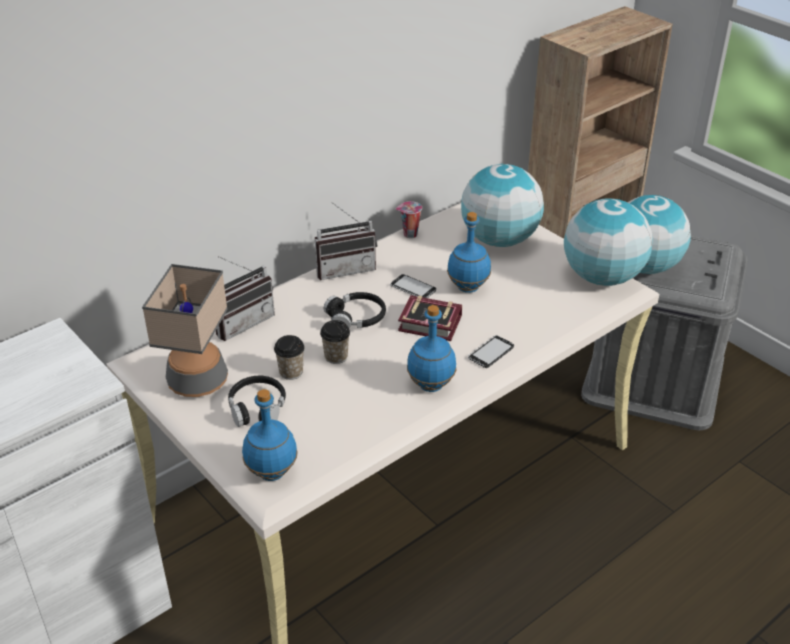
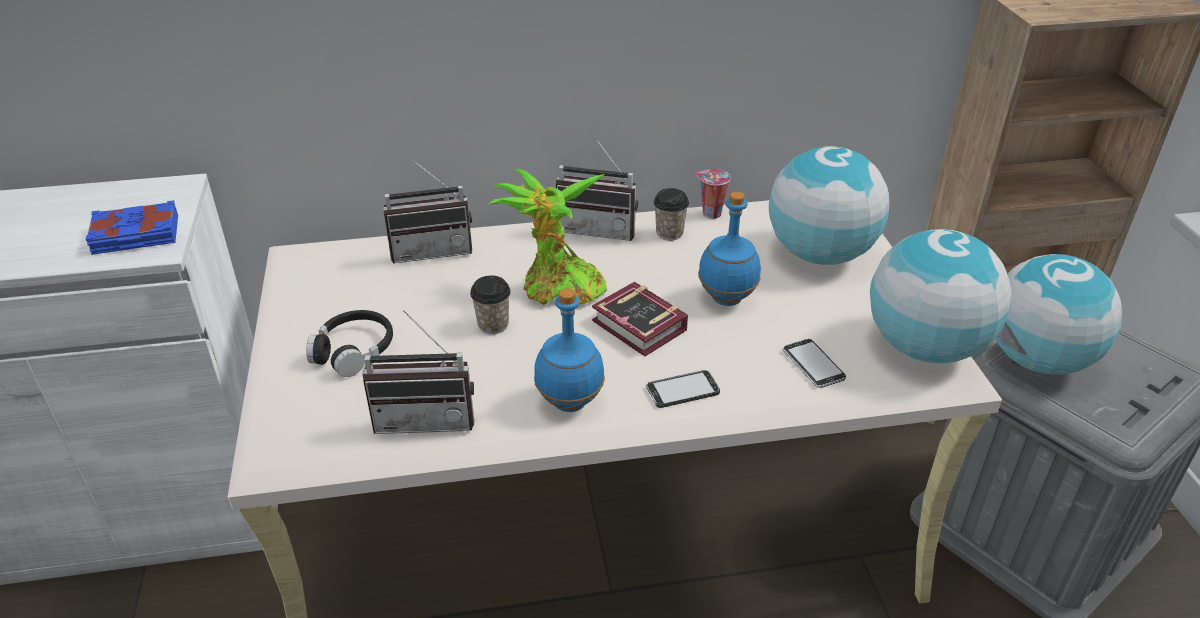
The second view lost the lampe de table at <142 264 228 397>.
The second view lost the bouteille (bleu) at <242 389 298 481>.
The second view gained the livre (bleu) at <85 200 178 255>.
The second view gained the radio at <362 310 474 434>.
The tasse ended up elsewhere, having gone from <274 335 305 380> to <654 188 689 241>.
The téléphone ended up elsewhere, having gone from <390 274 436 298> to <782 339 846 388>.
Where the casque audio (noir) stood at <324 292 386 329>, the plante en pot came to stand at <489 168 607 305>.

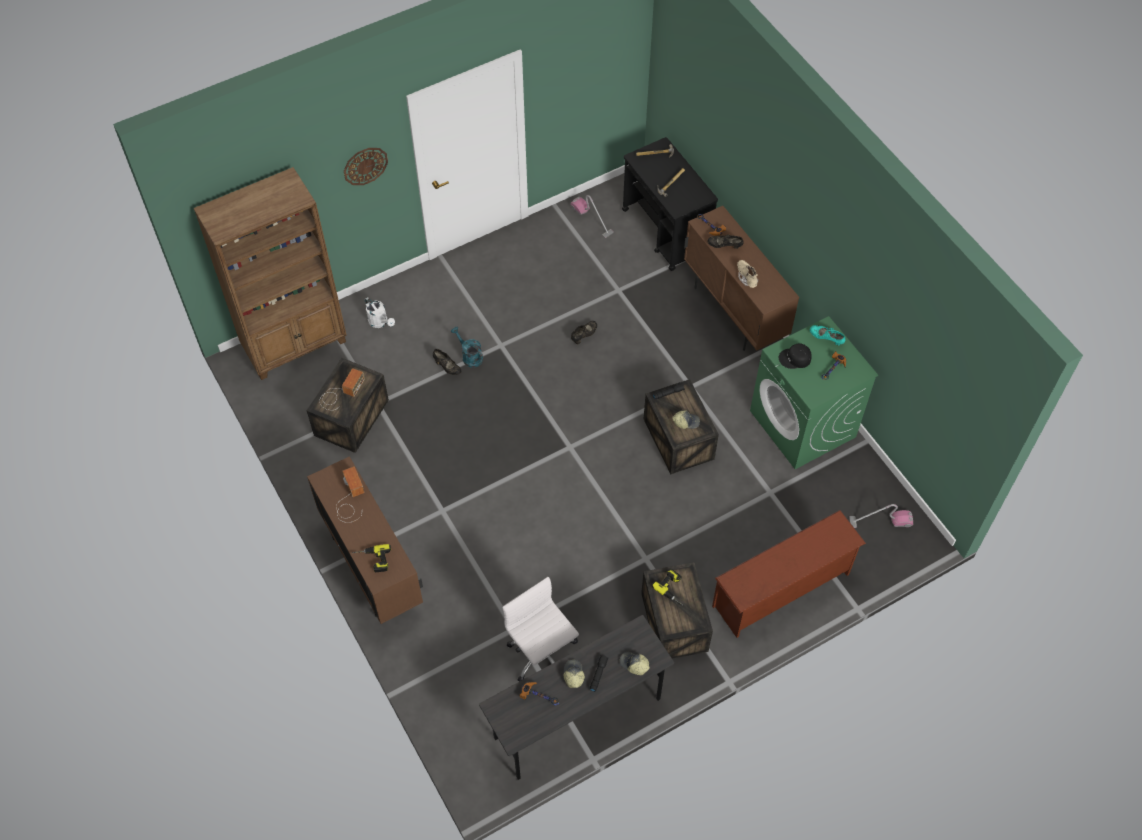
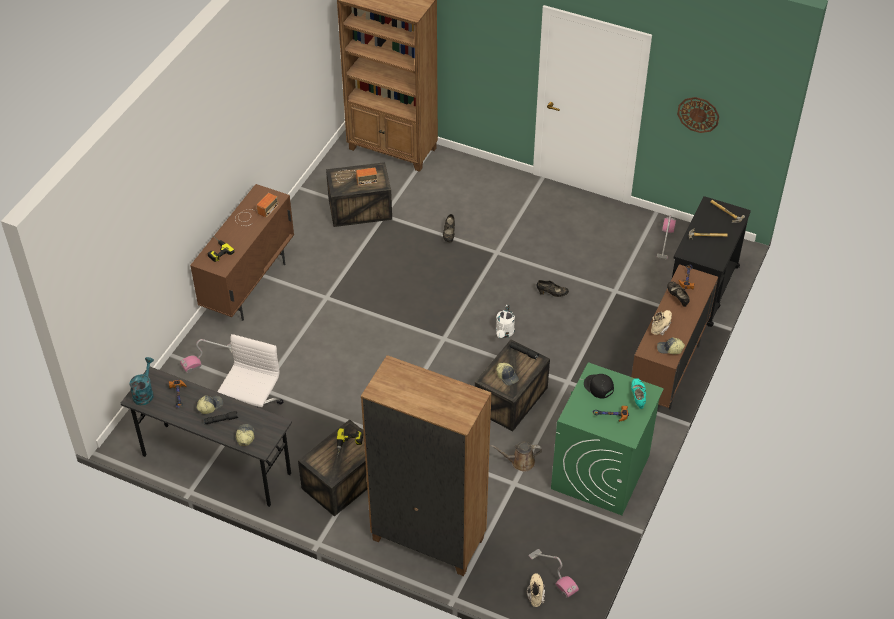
The second view gained the aspirateur at <180 339 232 373>.
The second view gained the arrosoir (marron) at <490 442 542 472>.
The second view gained the botte (beige) at <527 573 545 607>.
The second view gained the casquette at <657 337 685 354>.
The horloge murale ended up elsewhere, having gone from <344 148 388 185> to <677 97 719 133>.
The arrosoir (blanc) ended up elsewhere, having gone from <365 297 395 328> to <496 305 515 338>.
The arrosoir (turquoise) ended up elsewhere, having gone from <451 327 483 368> to <130 357 154 405>.
Where the étagère à chaussures (marron) stood at <712 510 866 638>, the bibliothèque (marron) came to stand at <361 355 491 576>.

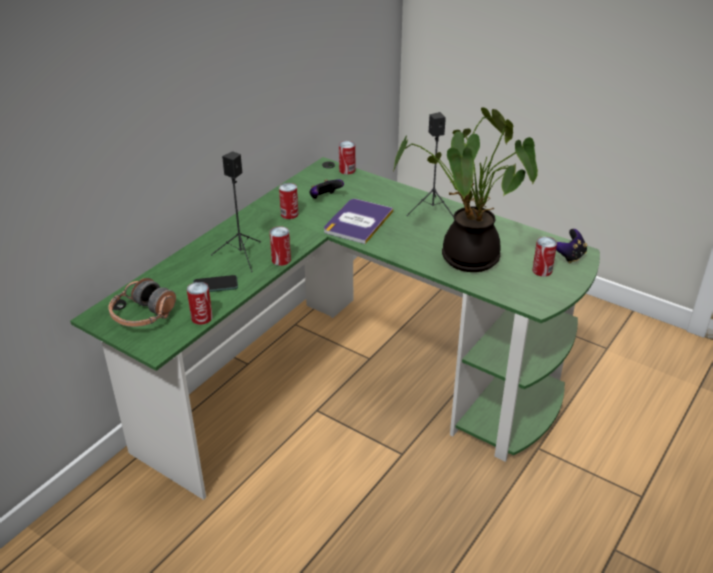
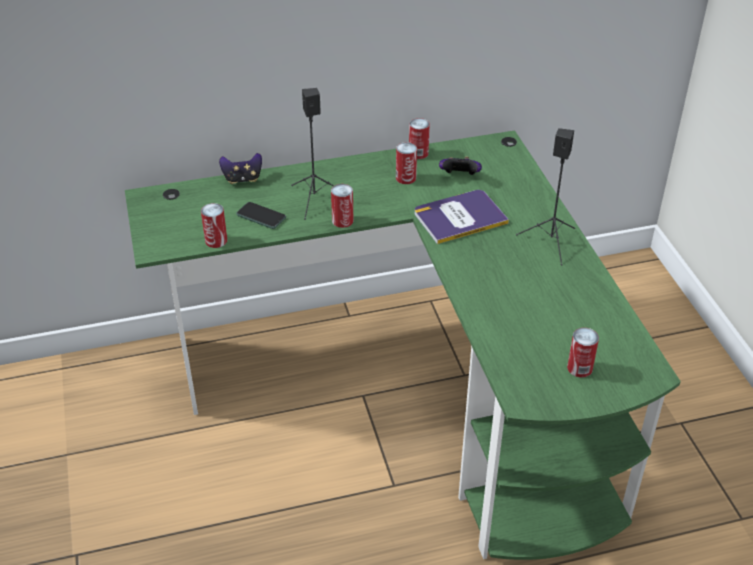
The second view lost the casque audio at <108 278 176 327>.
The second view lost the plante en pot at <393 107 538 272>.
The boîte métallique ended up elsewhere, having gone from <339 141 355 175> to <409 118 430 159>.
The manette ended up elsewhere, having gone from <556 229 587 263> to <219 153 262 184>.

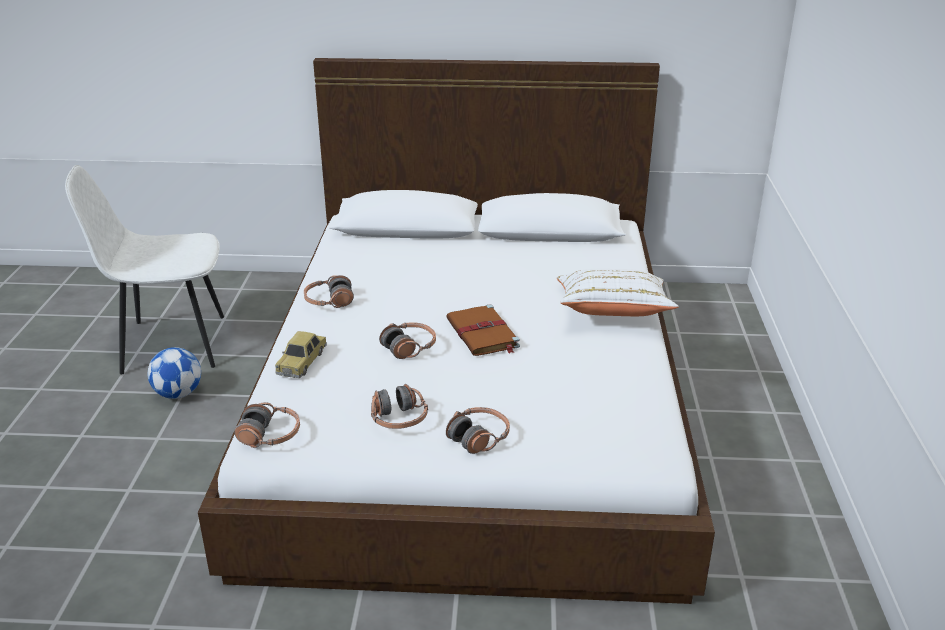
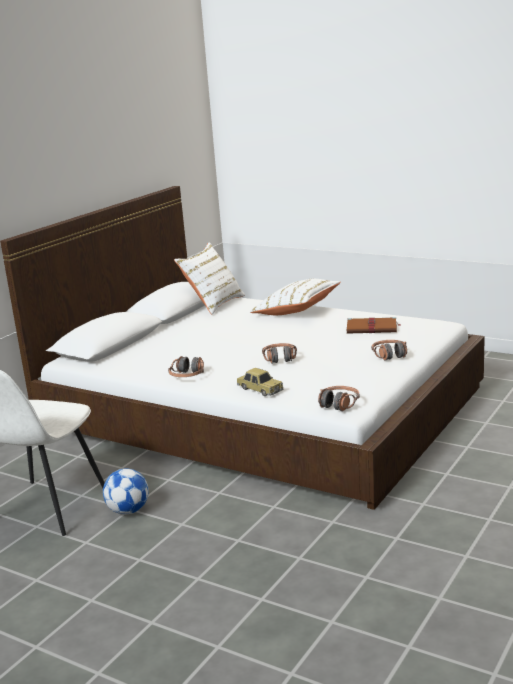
The second view lost the casque audio at <371 384 428 429>.
The second view gained the coussin (blanc) at <174 242 245 314>.
The livre (marron) ended up elsewhere, having gone from <446 304 520 356> to <347 317 401 333>.

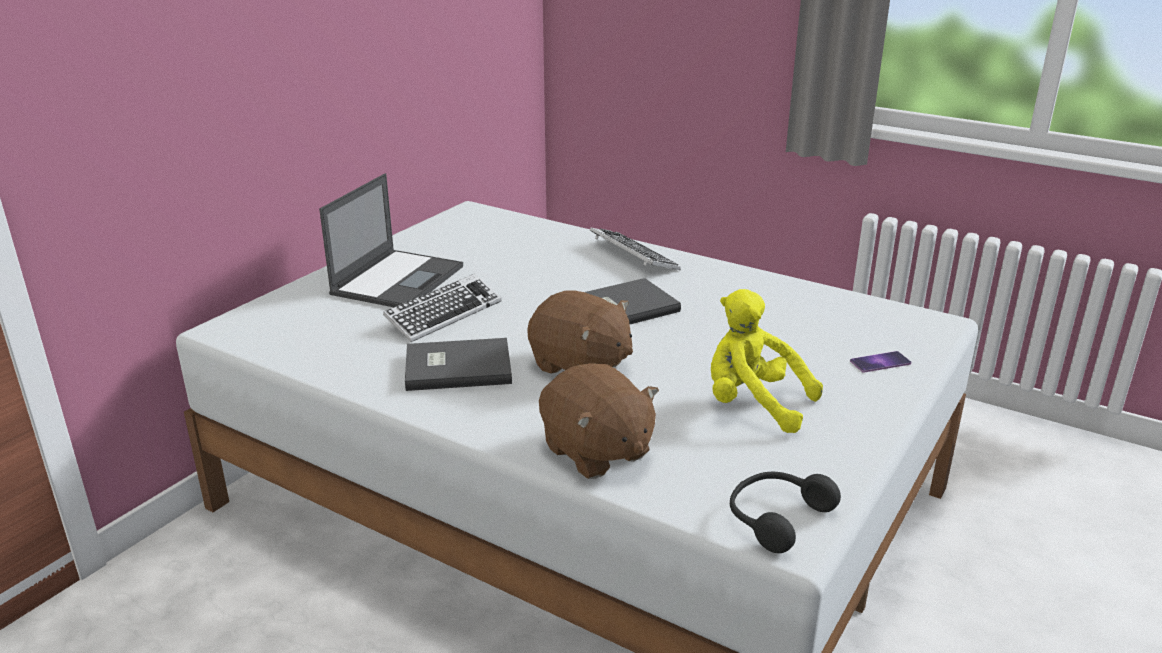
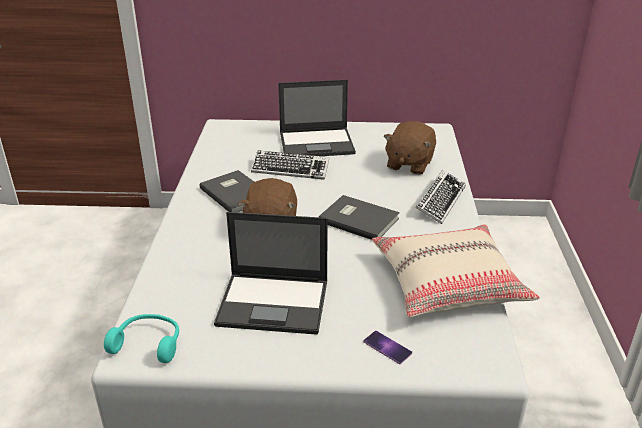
The second view gained the coussin (beige) at <372 224 540 317>.
The peluche (marron) ended up elsewhere, having gone from <539 363 659 479> to <384 121 436 175>.
Where the peluche (jaune) stood at <711 289 823 433>, the ordinateur portable came to stand at <214 212 328 335>.
What was the casque audio (noir) at <730 472 841 553> turned into the casque audio (turquoise) at <104 314 179 363>.

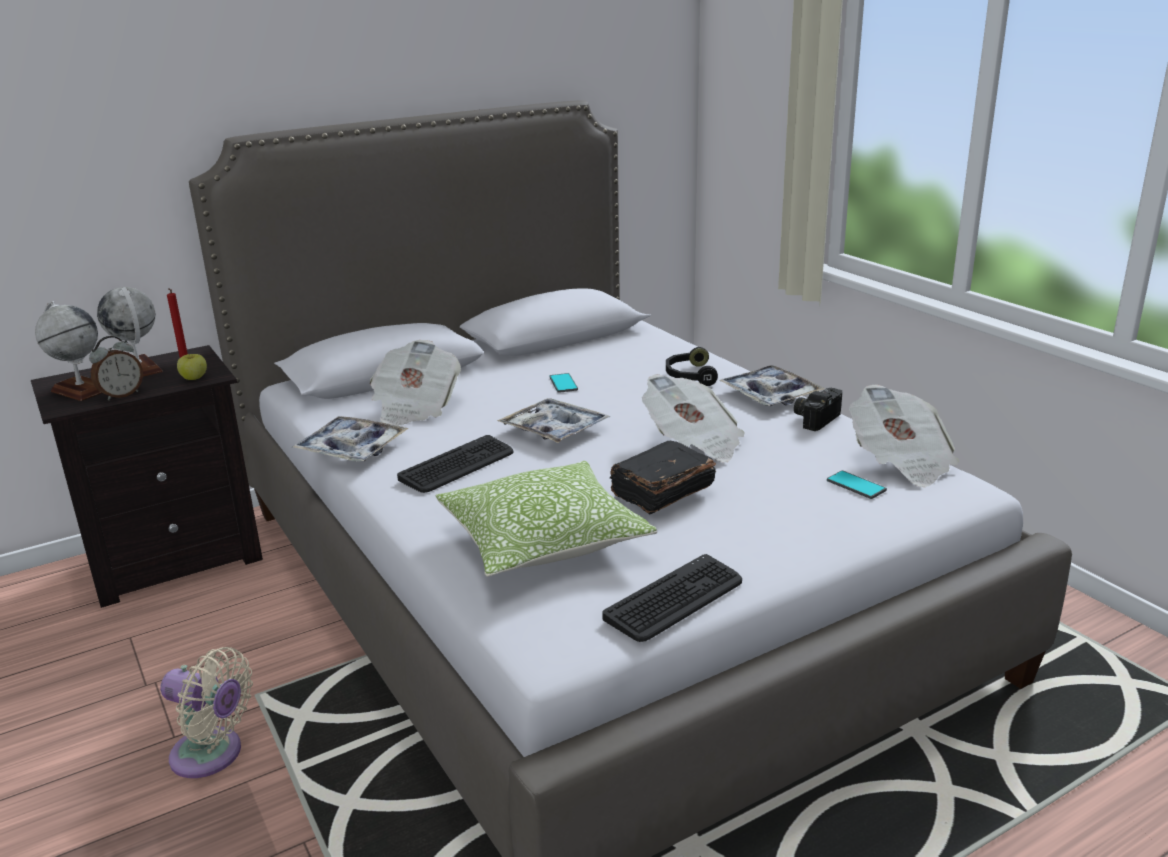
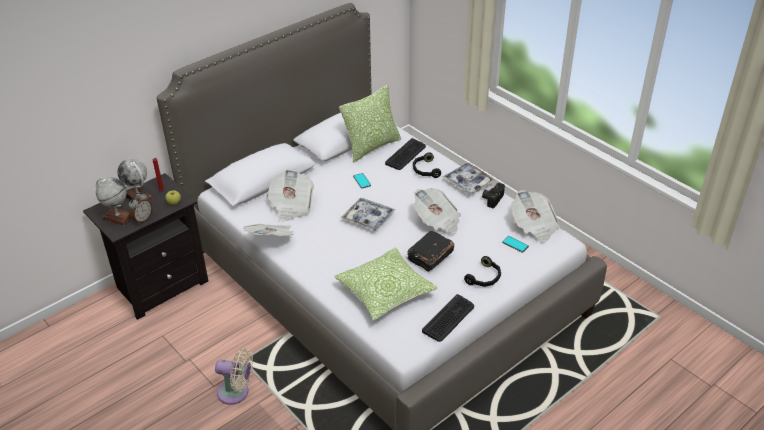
The second view gained the coussin at <339 85 401 163>.
The second view gained the casque audio (noir) at <464 256 501 287>.
The clavier ended up elsewhere, having gone from <397 435 514 493> to <385 138 426 170>.
Where the plateau stood at <291 416 408 462>, the journal came to stand at <243 224 293 236>.

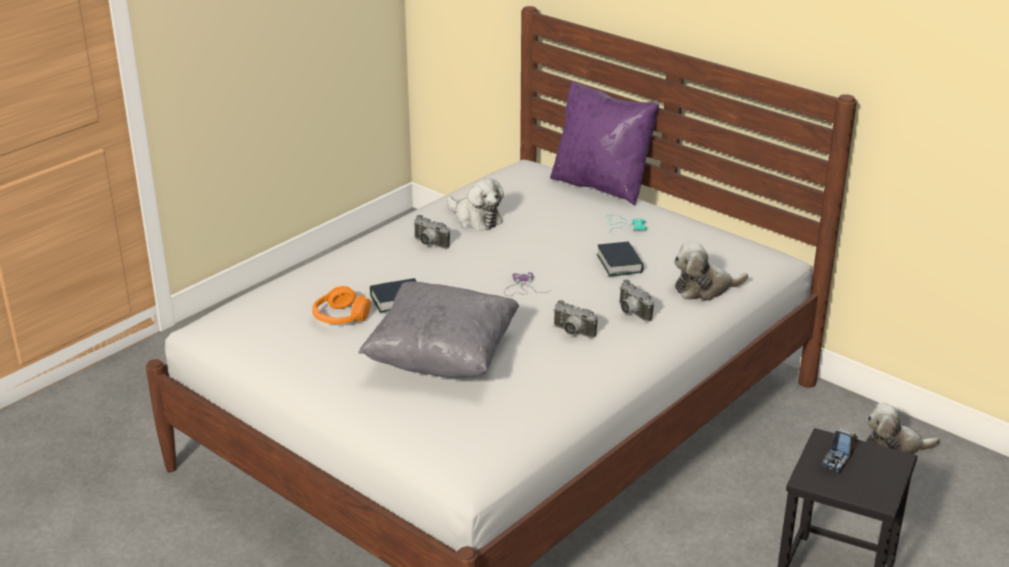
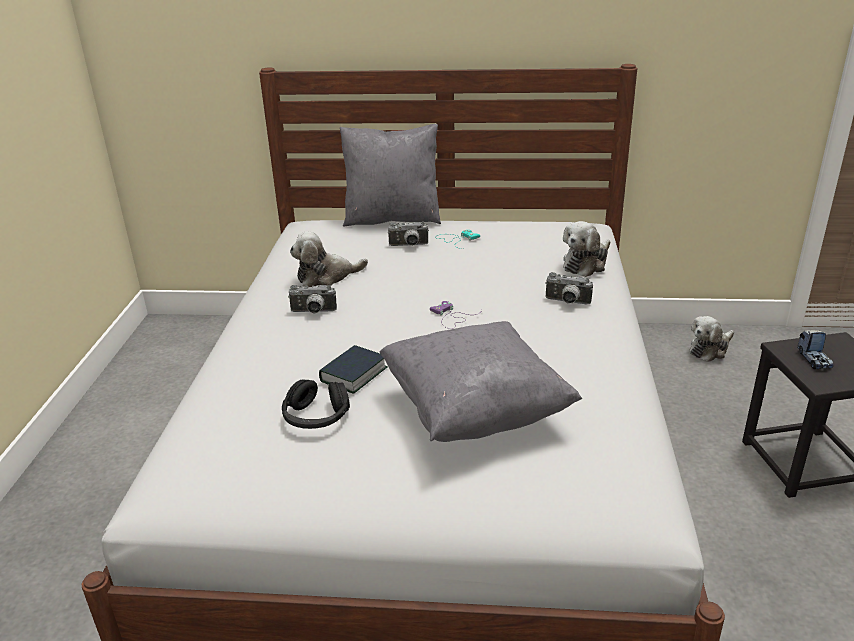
The second view lost the livre at <597 241 644 276>.
The appareil photo ended up elsewhere, having gone from <553 300 598 338> to <388 222 428 246>.
What was the casque audio (orange) at <312 286 371 324> turned into the casque audio (noir) at <282 379 350 429>.
What was the coussin (violet) at <550 81 659 206> turned into the coussin (gris) at <340 124 441 227>.
The peluche at <447 178 504 231> ended up facing another way, 150 degrees clockwise from before.

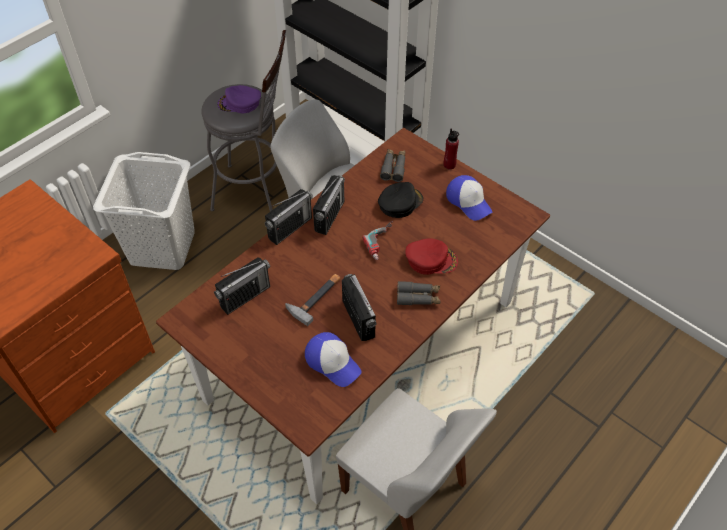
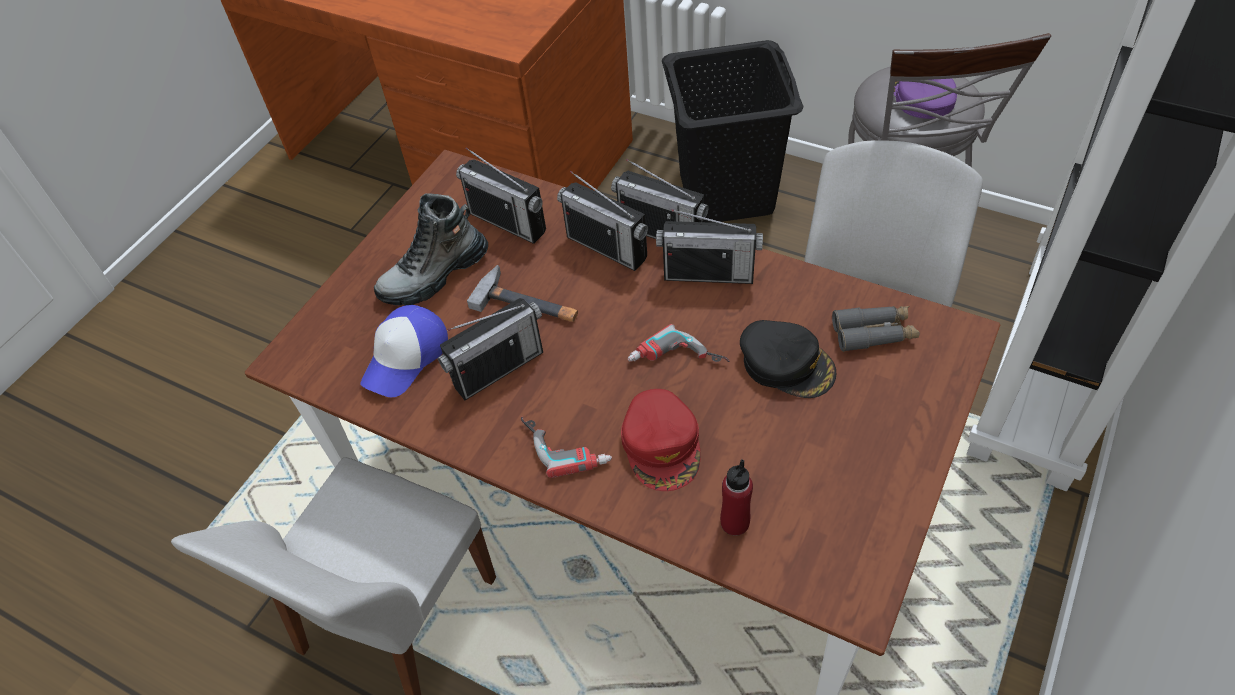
The second view lost the casquette at <446 175 492 221>.
The second view gained the botte at <374 193 488 306>.
The second view gained the radio at <557 171 648 271>.
The bouteille (rouge) ended up elsewhere, having gone from <443 128 459 169> to <720 459 753 536>.
Where the jumelles (gris) stood at <397 281 441 305>, the perceuse came to stand at <521 416 612 478>.
What was the panier à linge (blanc) at <93 152 195 270> turned into the panier à linge (noir) at <662 40 803 223>.

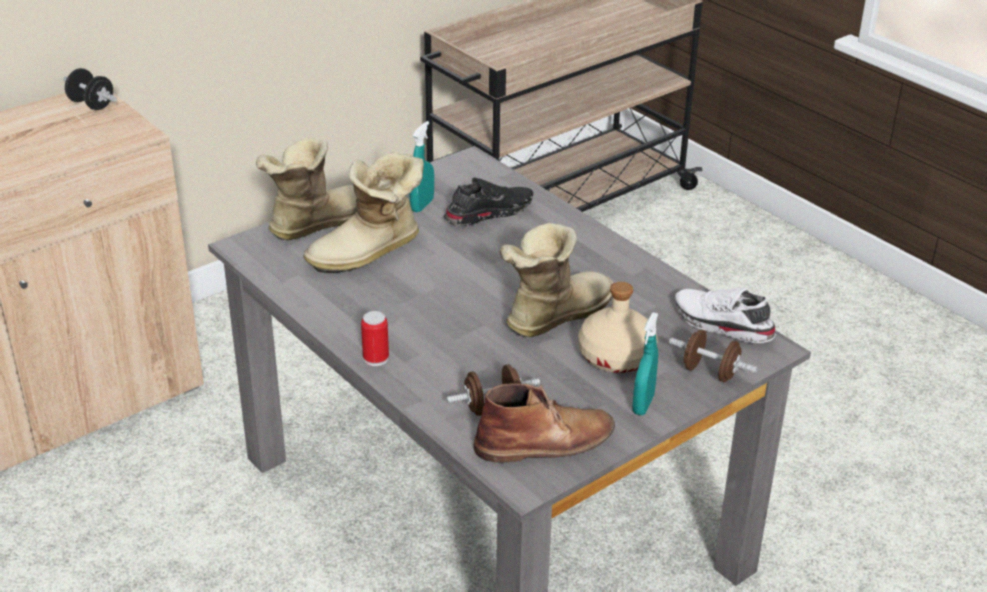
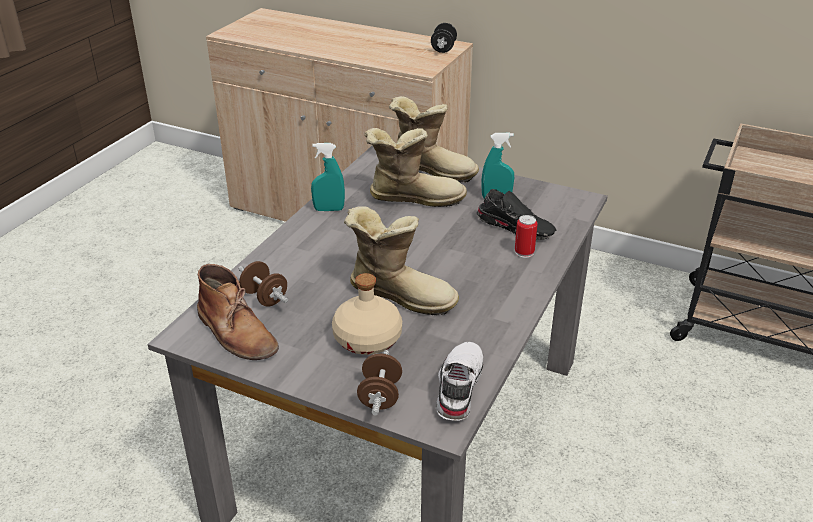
The boîte métallique ended up elsewhere, having gone from <361 311 389 366> to <515 215 537 258>.
The vaporisateur (turquoise) ended up elsewhere, having gone from <633 312 658 415> to <311 143 345 211>.
The botte at <303 151 424 273> ended up facing another way, 150 degrees clockwise from before.

